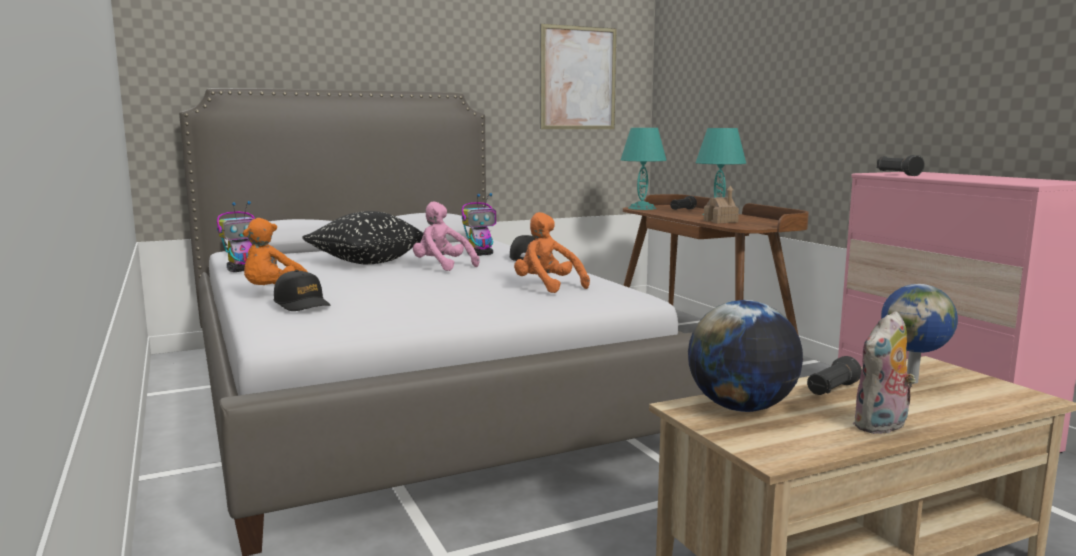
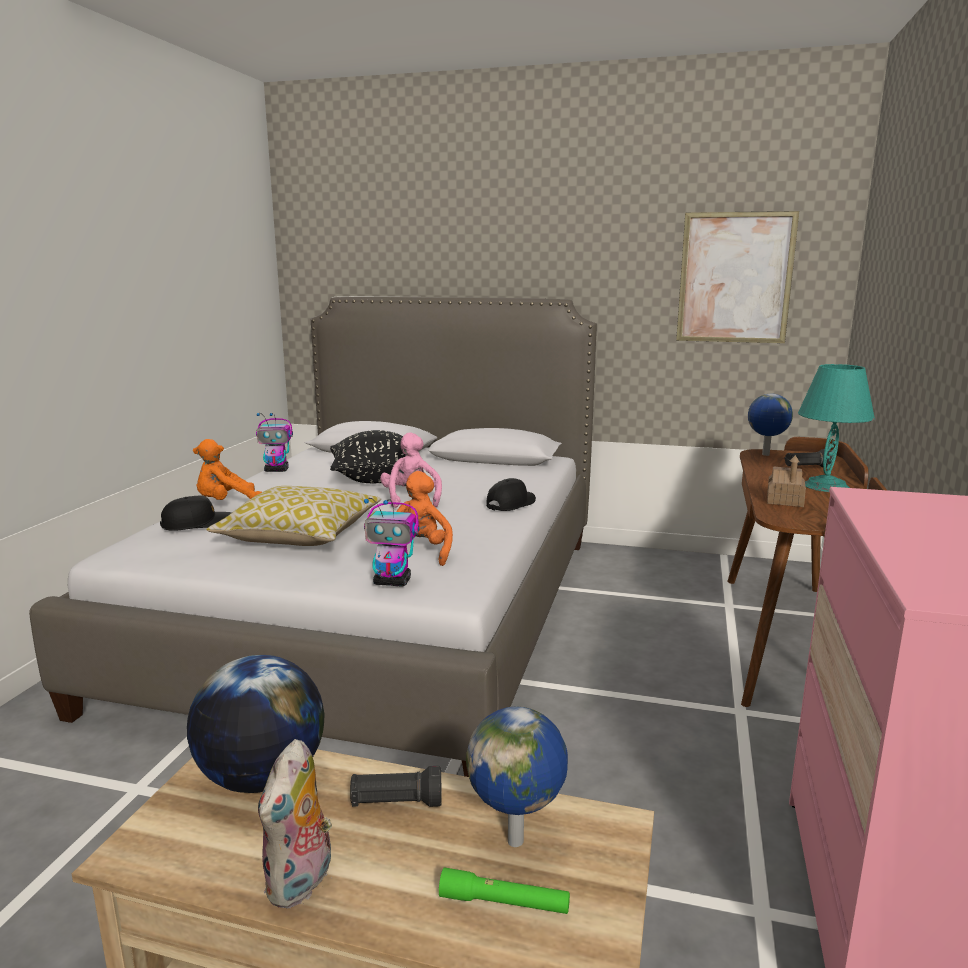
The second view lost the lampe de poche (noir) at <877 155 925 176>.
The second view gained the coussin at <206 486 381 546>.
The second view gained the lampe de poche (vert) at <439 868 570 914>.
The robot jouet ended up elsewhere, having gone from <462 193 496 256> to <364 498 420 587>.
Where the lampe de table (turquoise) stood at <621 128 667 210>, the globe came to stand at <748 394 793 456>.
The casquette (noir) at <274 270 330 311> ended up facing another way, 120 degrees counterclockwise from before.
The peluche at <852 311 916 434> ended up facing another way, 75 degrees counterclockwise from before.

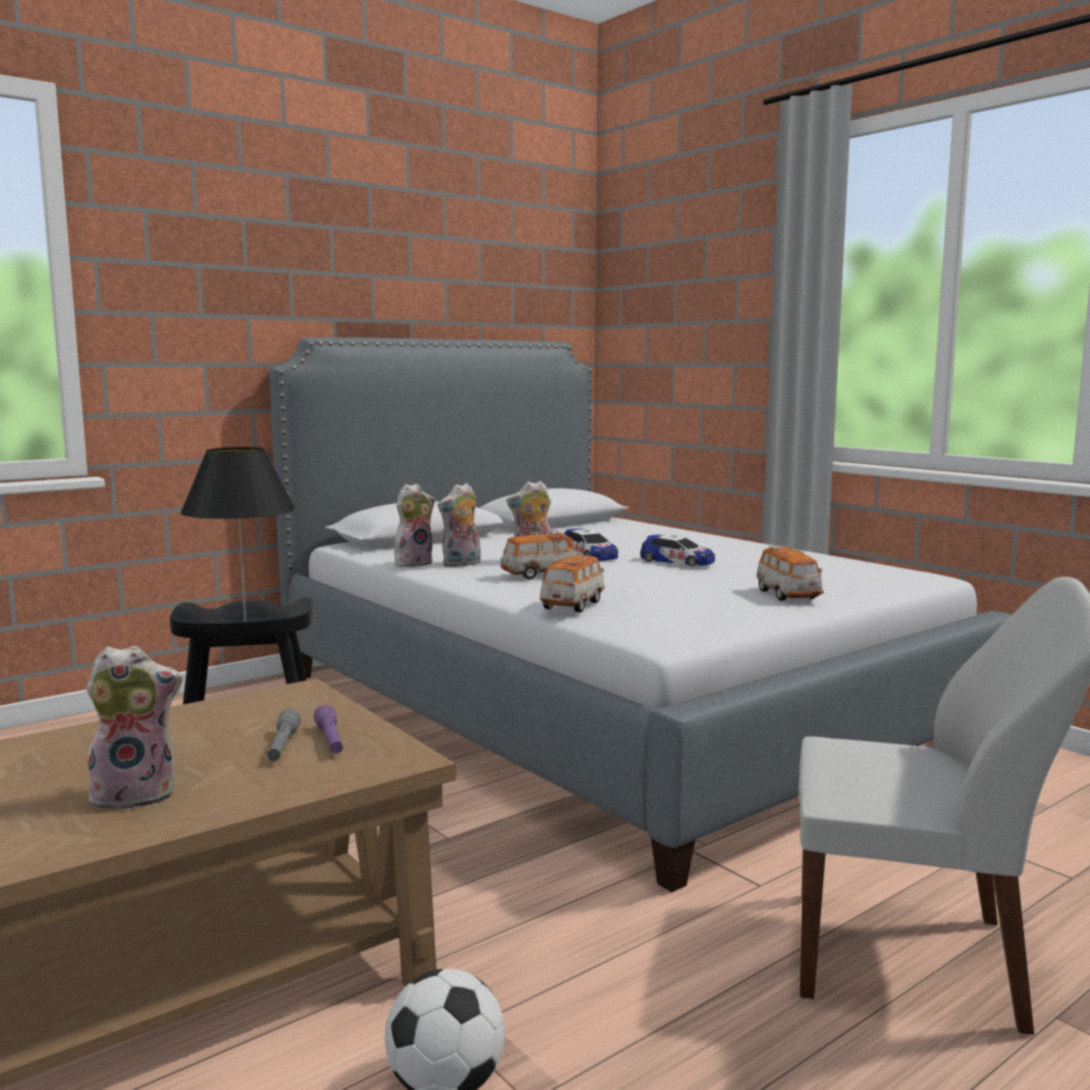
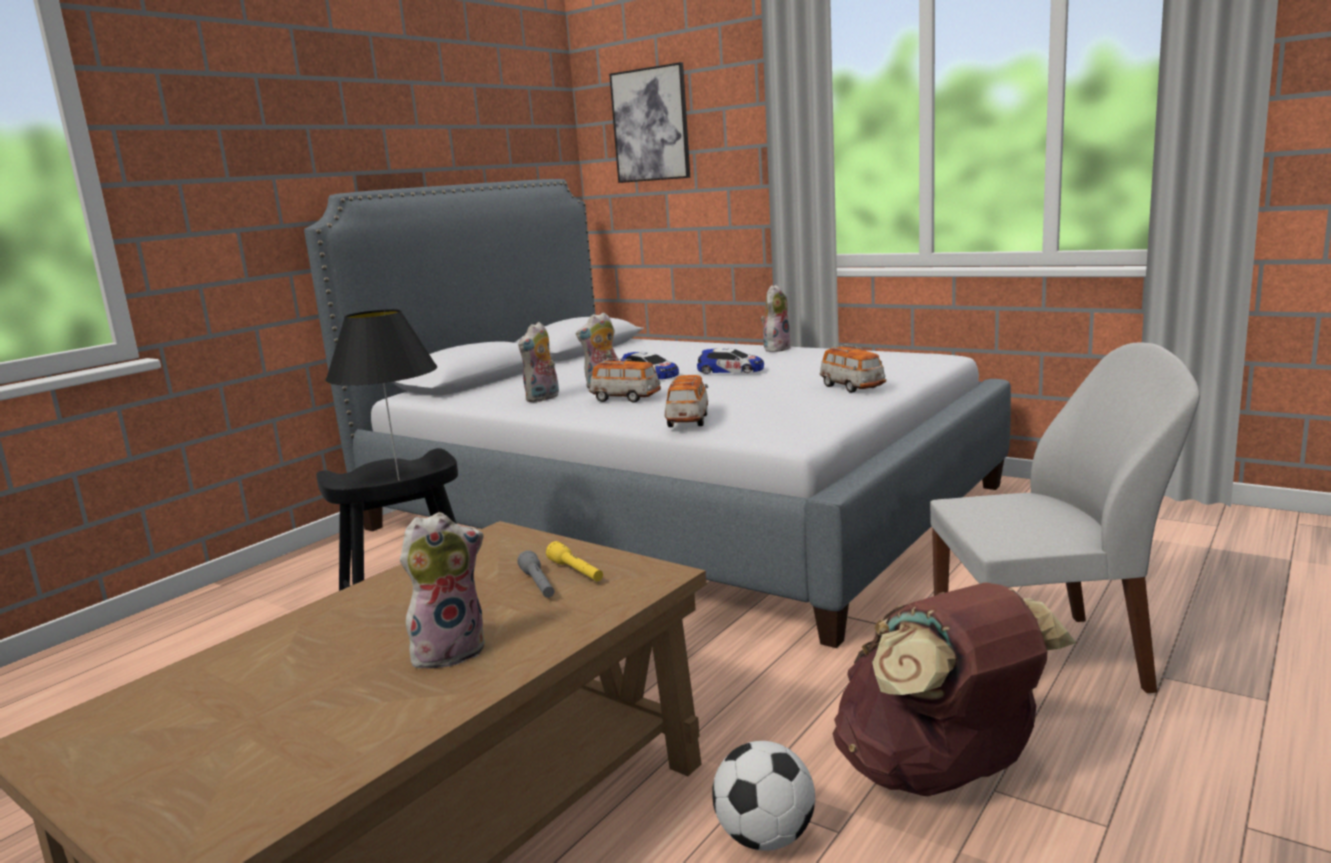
The second view gained the tableau at <609 62 690 183>.
The second view gained the sac à dos (marron) at <832 582 1076 796>.
The peluche ended up elsewhere, having gone from <394 484 435 567> to <761 285 790 352>.
What was the lampe de poche (violet) at <314 705 343 754> turned into the lampe de poche (jaune) at <546 541 603 581>.
The petite voiture at <500 530 576 580> ended up facing another way, 120 degrees counterclockwise from before.

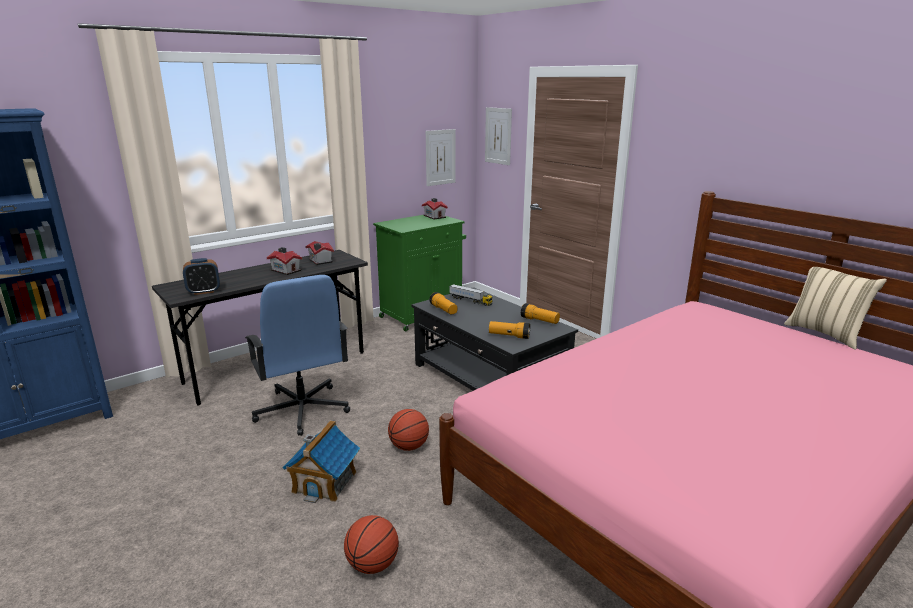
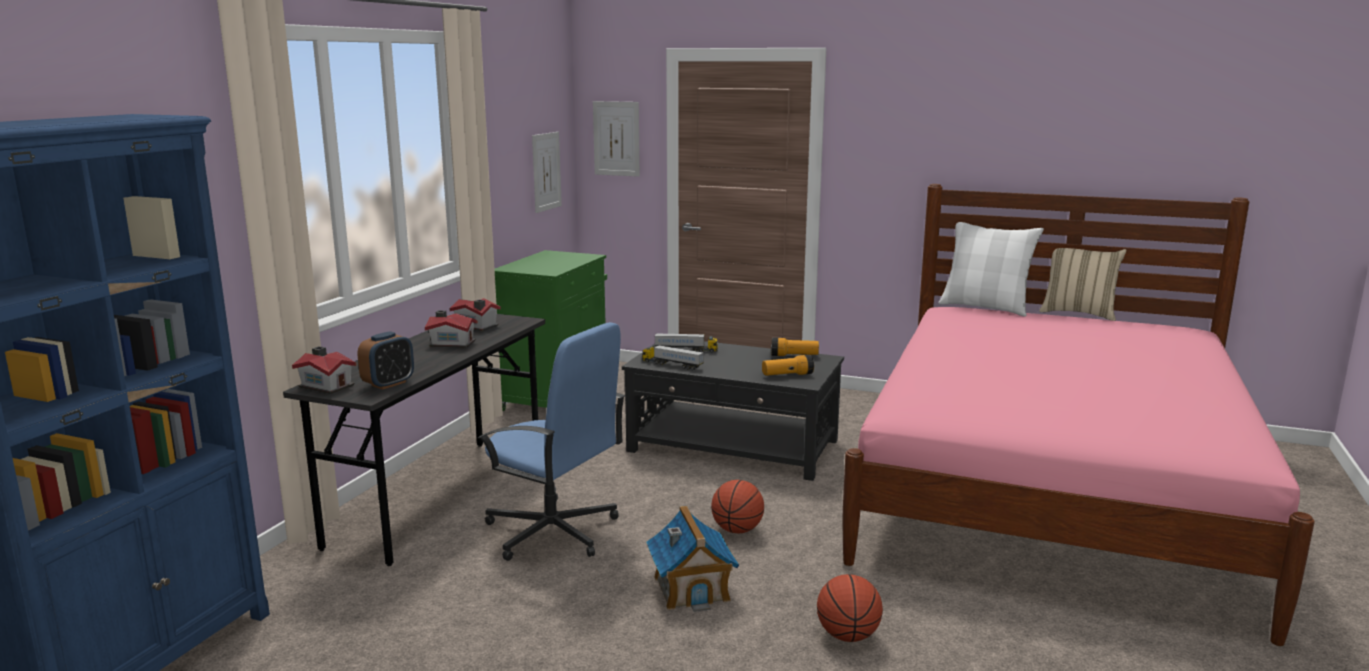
The second view gained the coussin (blanc) at <939 222 1044 317>.
The maison miniature ended up elsewhere, having gone from <422 198 448 220> to <292 346 357 394>.
Where the lampe de poche stood at <429 292 458 314>, the camion jouet came to stand at <642 345 704 370>.

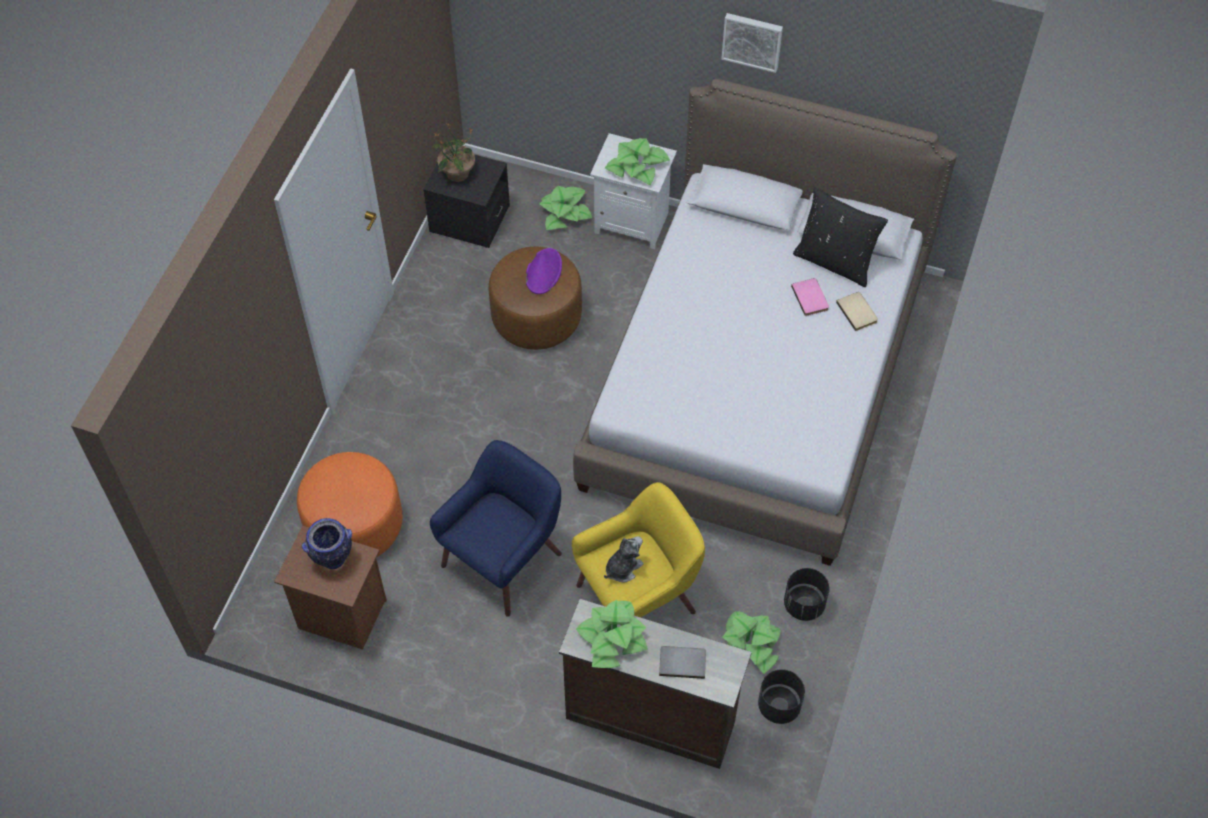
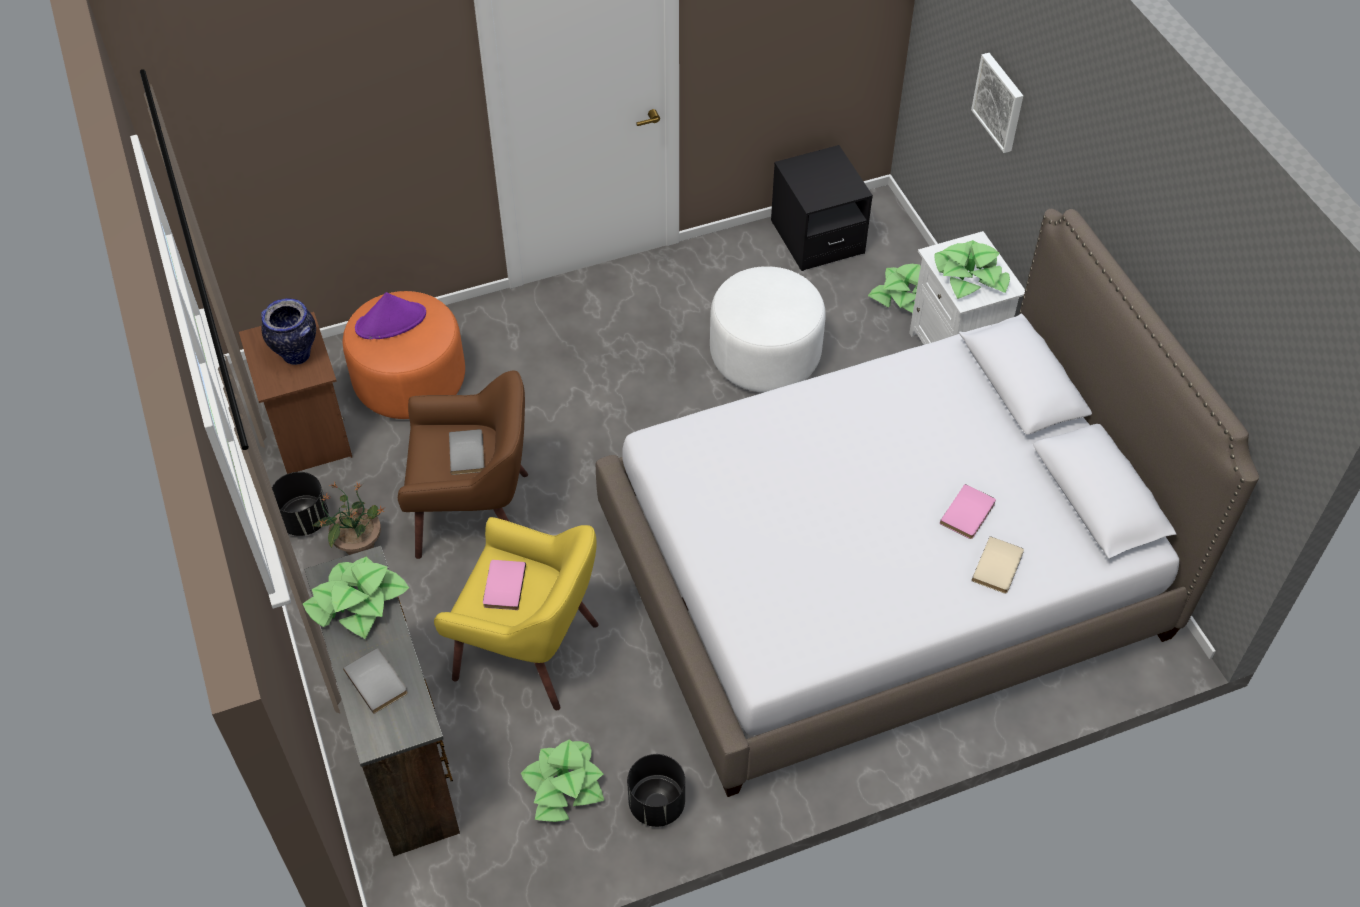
The second view lost the coussin (noir) at <793 187 888 287>.
The second view gained the livre (gris) at <449 429 485 475>.
The plante en pot ended up elsewhere, having gone from <432 124 475 182> to <312 481 386 555>.
The chapeau (violet) ended up elsewhere, having gone from <526 248 562 294> to <355 292 426 339>.
The tableau ended up elsewhere, having gone from <721 13 783 73> to <971 53 1023 153>.
The cache-pot (noir) ended up elsewhere, having gone from <758 669 805 724> to <272 472 328 536>.
Where the peluche stood at <604 536 644 583>, the livre (rose) came to stand at <483 560 526 610>.
What was the fauteuil (bleu) at <430 440 562 617> turned into the fauteuil (marron) at <398 370 528 559>.
What was the pouf (marron) at <489 246 582 350> turned into the pouf (blanc) at <710 266 826 392>.

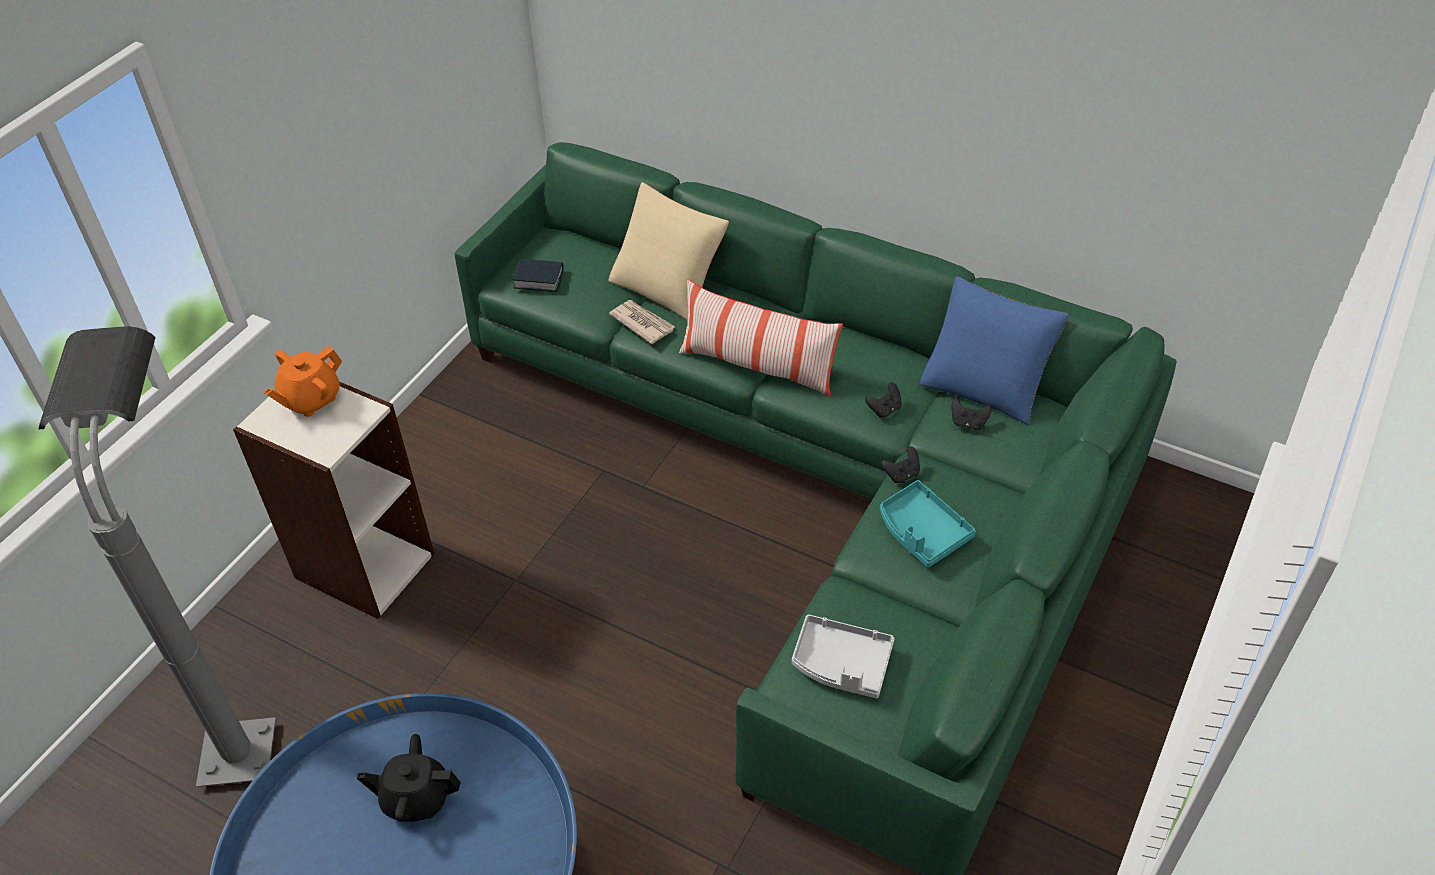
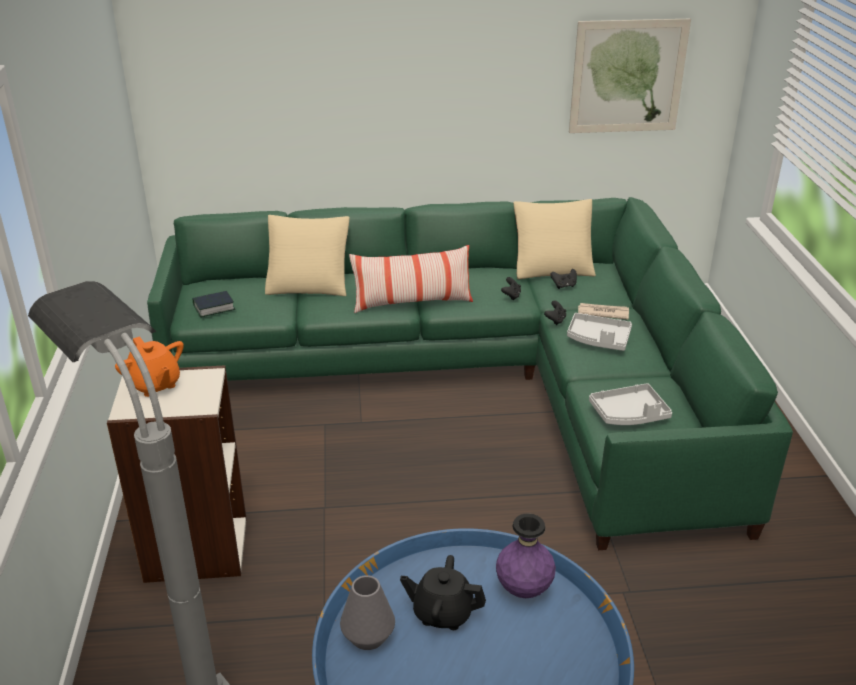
The second view gained the vase (gris) at <340 575 395 650>.
The second view gained the vase (violet) at <496 513 556 598>.
The second view gained the tableau at <569 19 691 133>.
The journal ended up elsewhere, having gone from <609 300 675 344> to <578 303 629 320>.
What was the plateau (turquoise) at <880 480 976 568> turned into the plateau (gris) at <567 313 632 351>.
What was the coussin (bleu) at <920 276 1069 425> turned into the coussin (beige) at <514 199 596 279>.
The théière (orange) at <264 346 342 417> ended up facing another way, 45 degrees counterclockwise from before.
The théière (noir) at <357 734 461 822> ended up facing another way, 45 degrees clockwise from before.

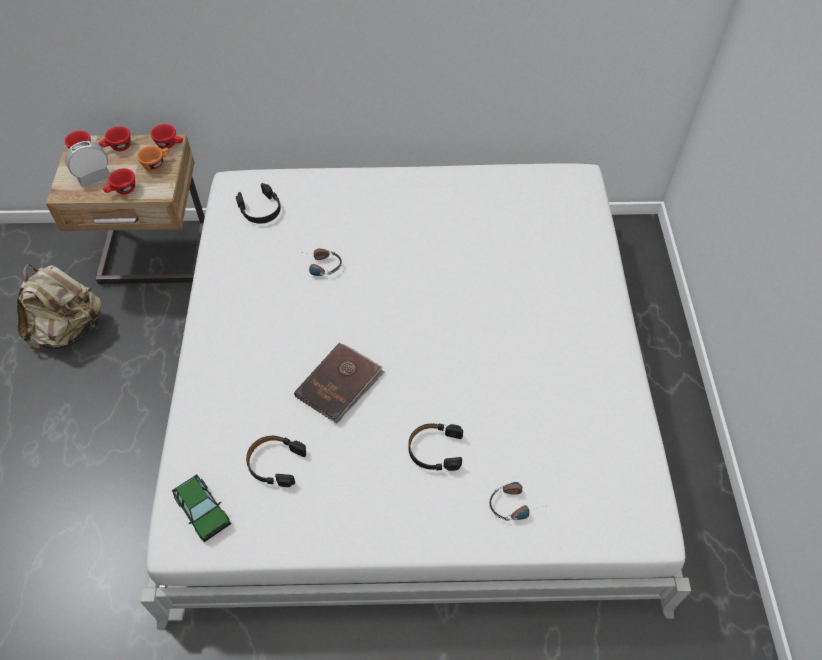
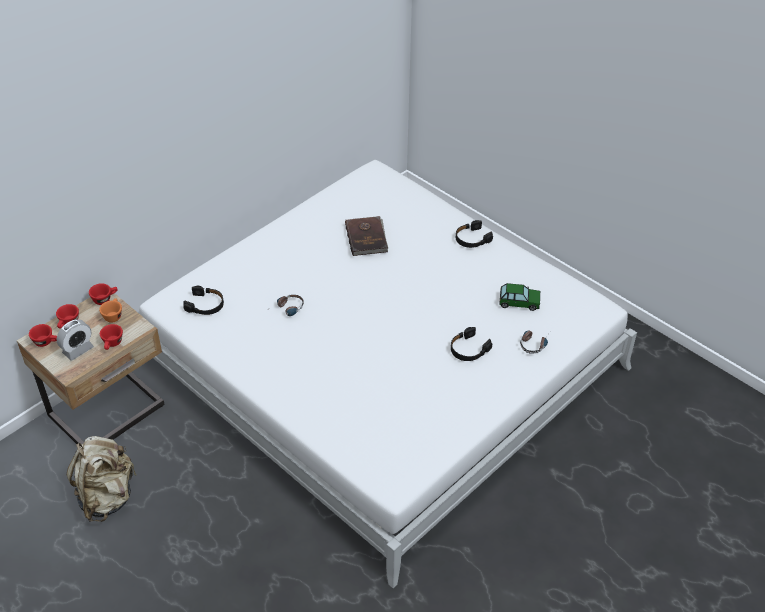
The petite voiture ended up elsewhere, having gone from <172 474 231 542> to <499 283 540 311>.
The casque audio (noir) ended up elsewhere, having gone from <246 436 306 487> to <456 220 493 248>.
The livre (marron) ended up elsewhere, having gone from <294 343 384 423> to <345 216 388 256>.
The réveil at <65 141 110 187> ended up facing another way, 150 degrees counterclockwise from before.

